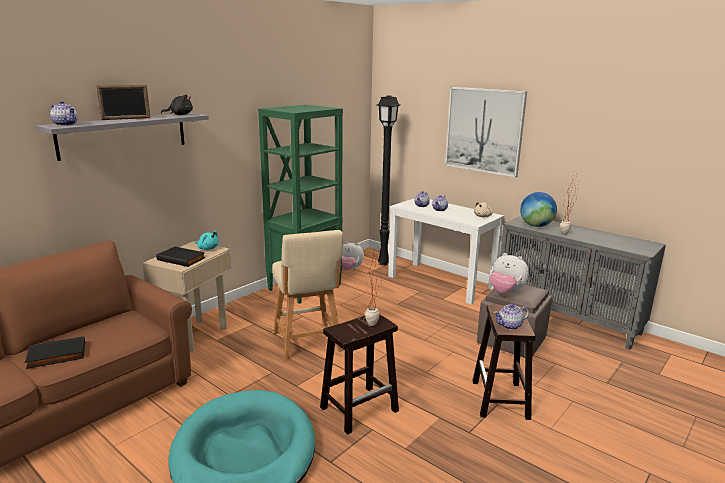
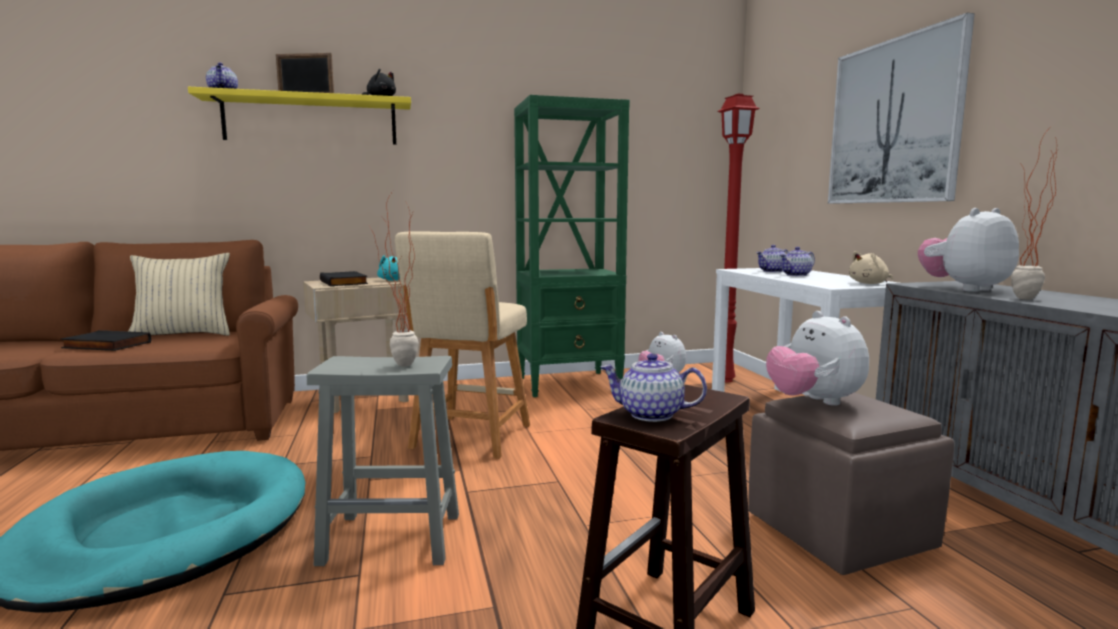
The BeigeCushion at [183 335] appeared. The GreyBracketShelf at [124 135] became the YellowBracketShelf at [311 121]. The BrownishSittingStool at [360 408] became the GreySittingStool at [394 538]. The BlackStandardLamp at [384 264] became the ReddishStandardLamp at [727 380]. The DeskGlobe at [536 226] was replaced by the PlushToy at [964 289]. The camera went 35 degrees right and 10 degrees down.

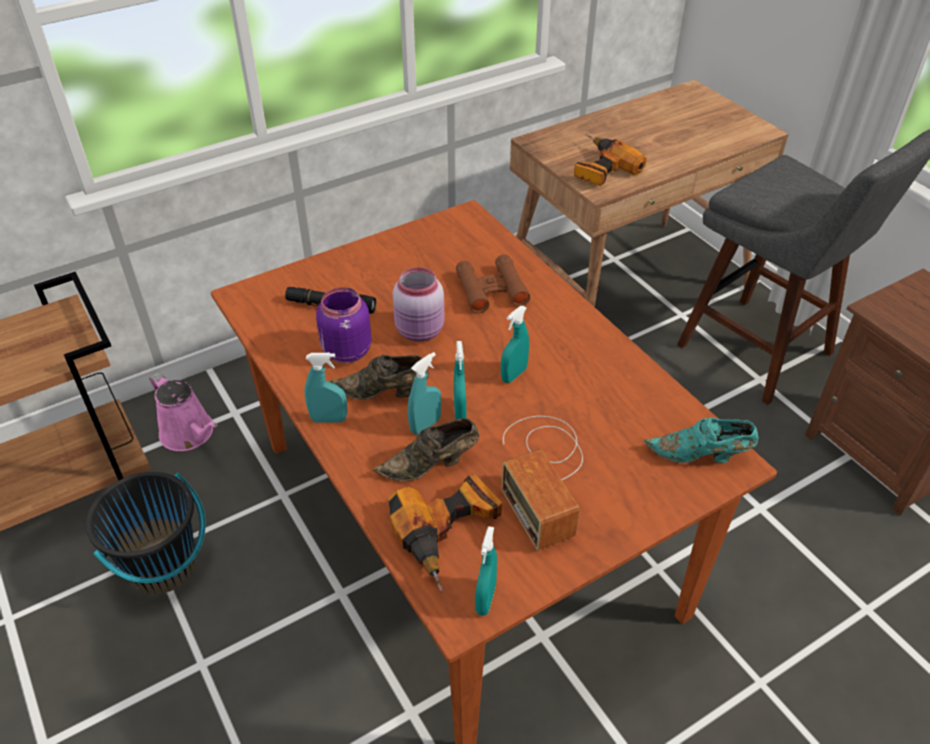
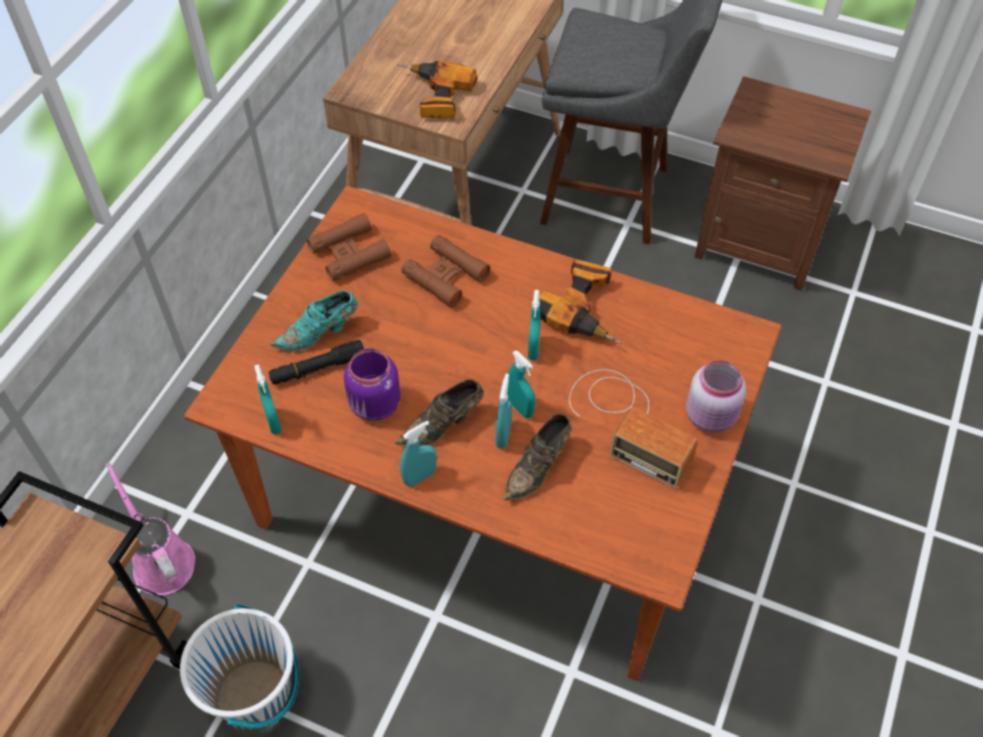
The PinkColouredSprinklingCan at [190 434] turned 135 degrees counterclockwise. The BlackBucket at [163 566] became the WhiteColouredBucket at [255 696]. The TurquoiseColouredSprayBottle moved from [485 599] to [273 422]. The TurquoiseColouredLowShoe moved from [700 456] to [320 334]. The BrownishBinoculars at [349 253] appeared. The Drill moved from [450 532] to [585 308]. The PinkColouredPreserveJar moved from [421 331] to [711 417]. The camera went 35 degrees left and 10 degrees up.

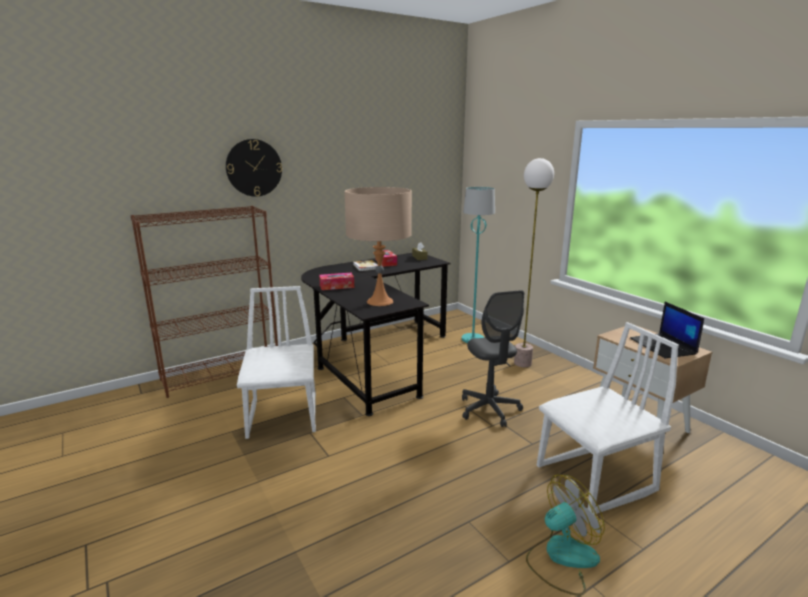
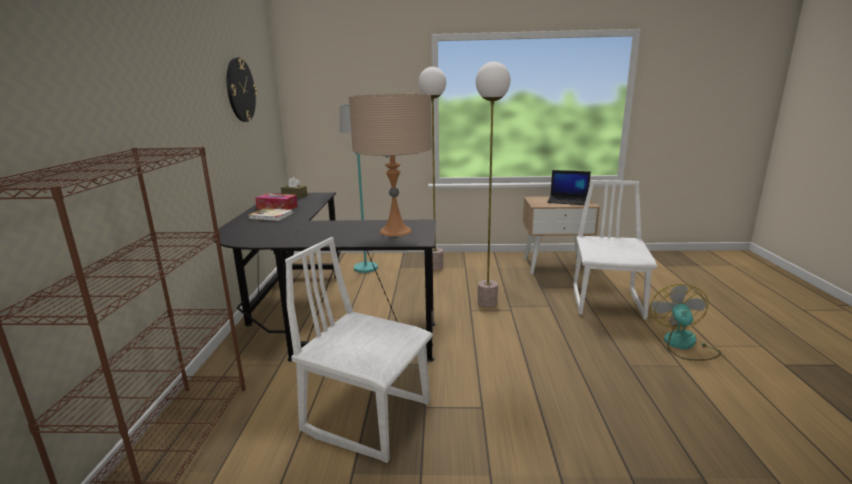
The WallClock moved from [254 168] to [240 90]. The GreyDeskChair at [489 409] was replaced by the StandardLamp at [487 303]. The TissueBox at [337 286] disappeared. The camera went 55 degrees left and 0 degrees up.

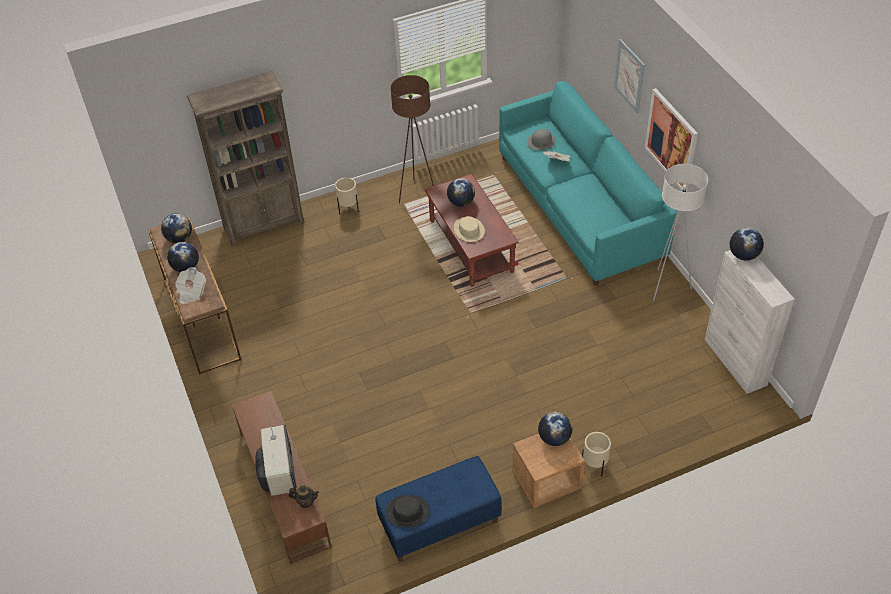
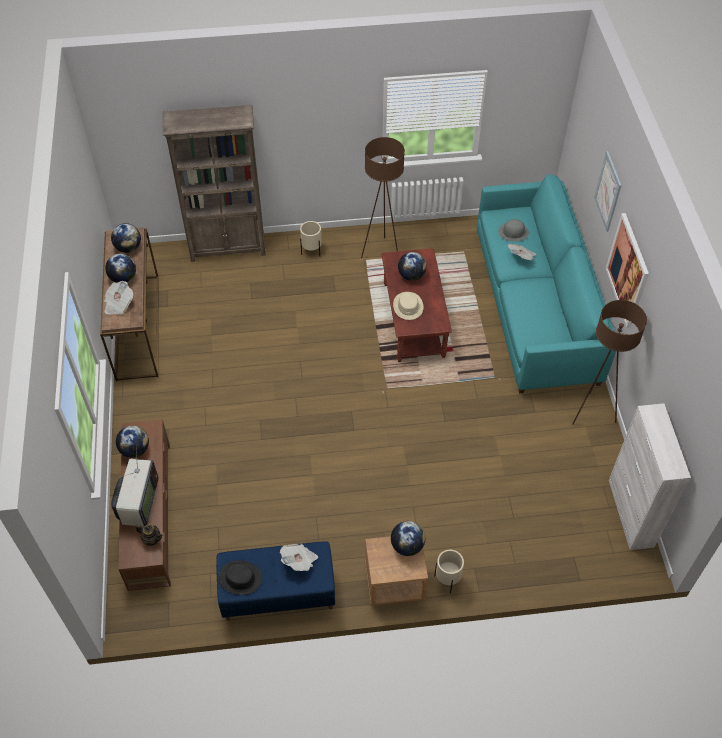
The DeskGlobe moved from [743 255] to [135 450]. The PrintedPaper at [299 561] appeared. The WhiteColouredStandardLamp at [667 286] became the BrownishStandardLamp at [592 413]. The camera went 15 degrees right and 5 degrees up.

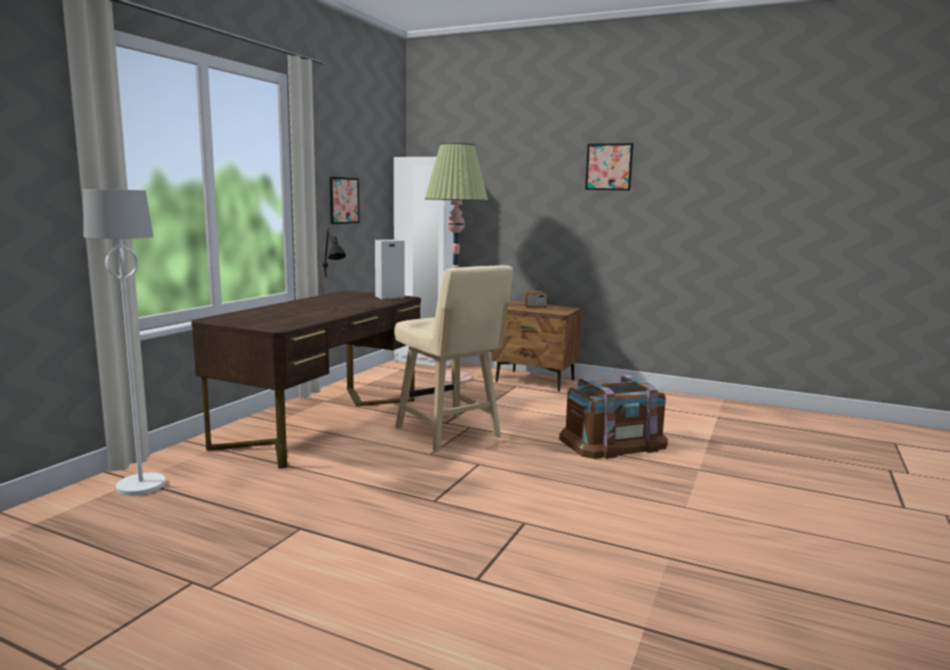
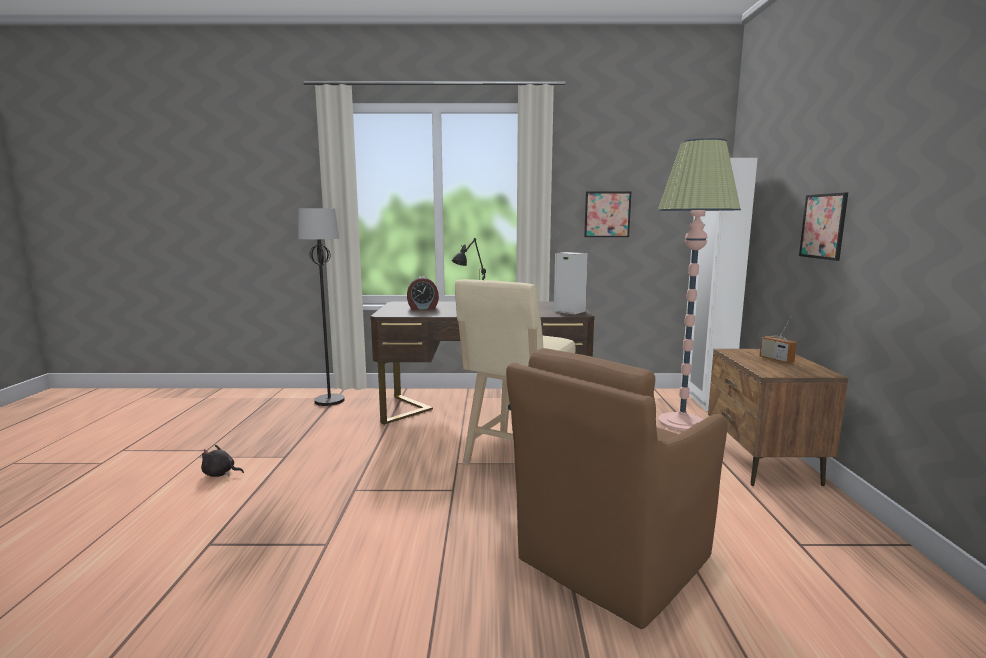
The BlackPlushToy at [220 474] appeared. The WhiteColouredStandardLamp at [140 485] became the BlackStandardLamp at [329 400]. The AlarmClock at [423 308] appeared. The BrownishStorageBin at [613 442] was replaced by the BrownishLoungeChair at [610 561]. The WallPicture moved from [609 167] to [823 226]. The camera went 65 degrees right and 0 degrees up.

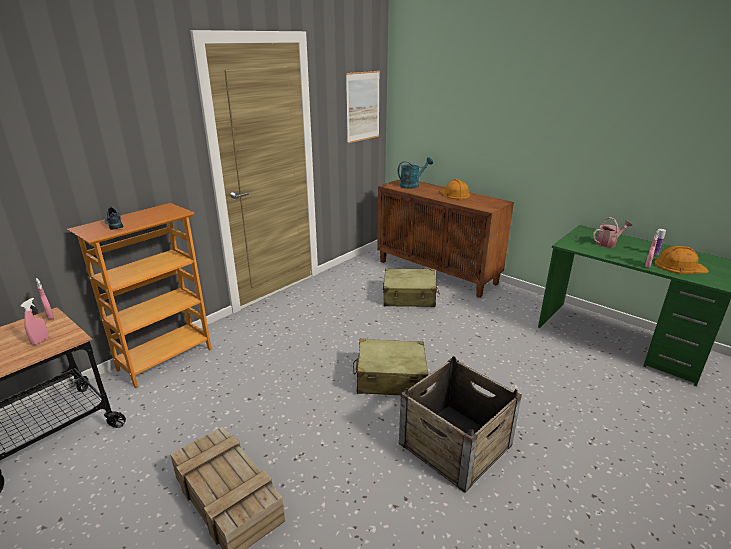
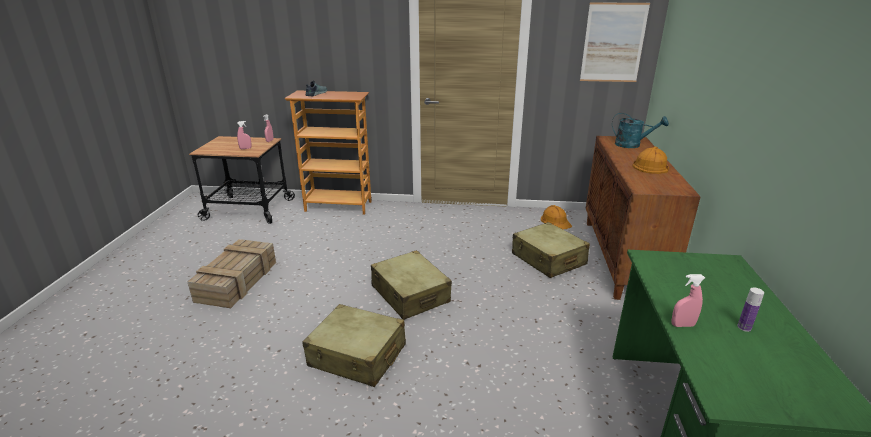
The PackingCrate at [455 443] was replaced by the BeigePieceOfLuggage at [357 356]. The OrangeySafetyHelmet moved from [679 266] to [555 221]. The SprinklingCan at [608 243] disappeared. The camera went 55 degrees right and 0 degrees up.

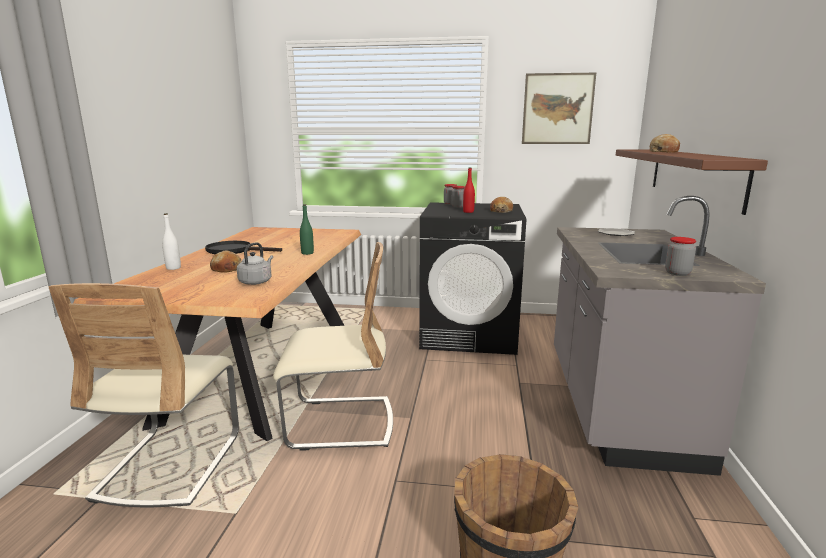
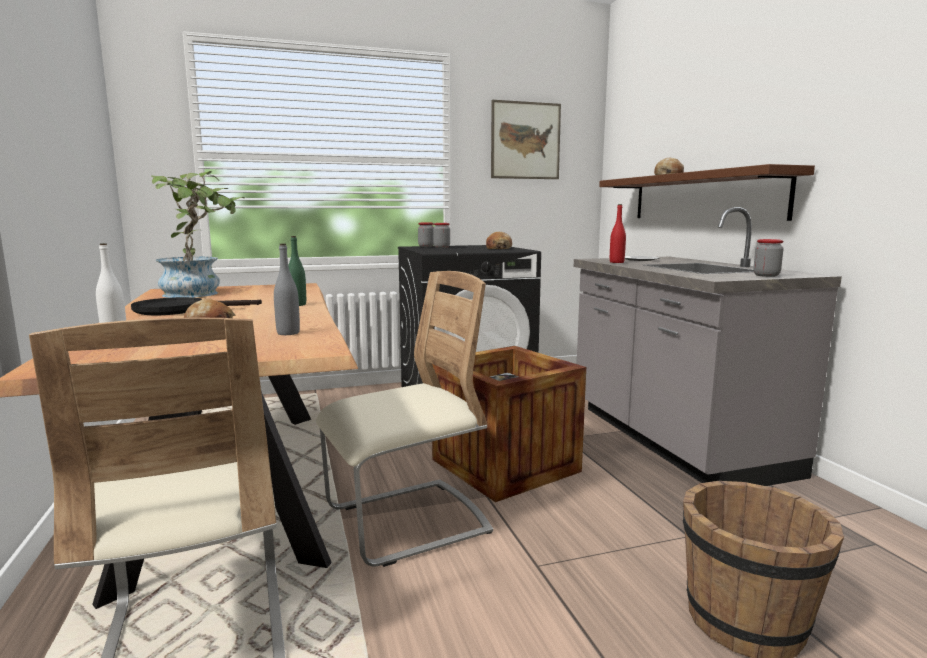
The PottedPlant at [200 293] appeared. The GreyWaterKettle at [256 282] was replaced by the GreyBeverageBottle at [288 333]. The PackingCrate at [505 465] appeared. The ReddishBeverageBottle moved from [468 212] to [616 262]. The camera went 25 degrees left and 5 degrees down.

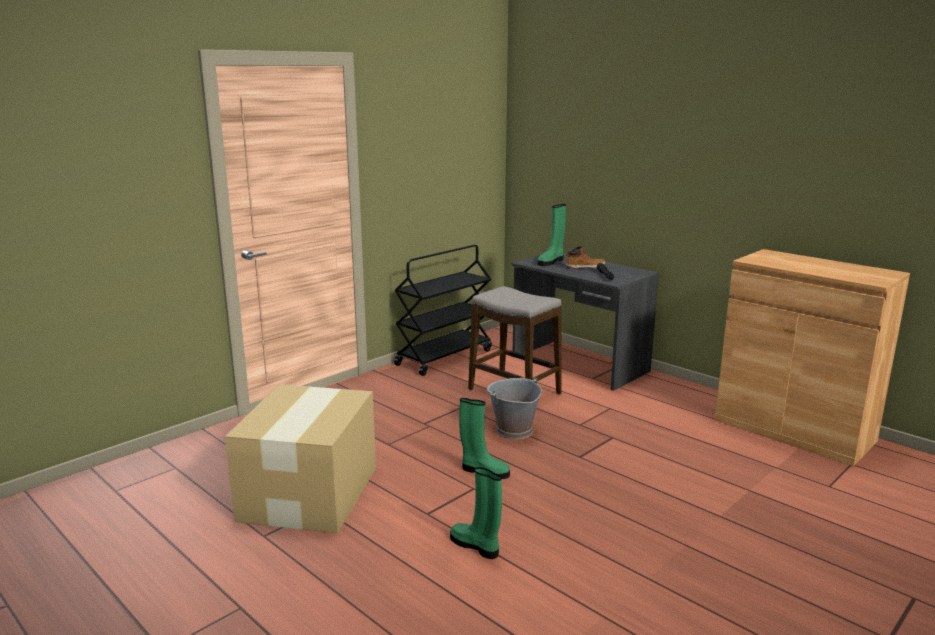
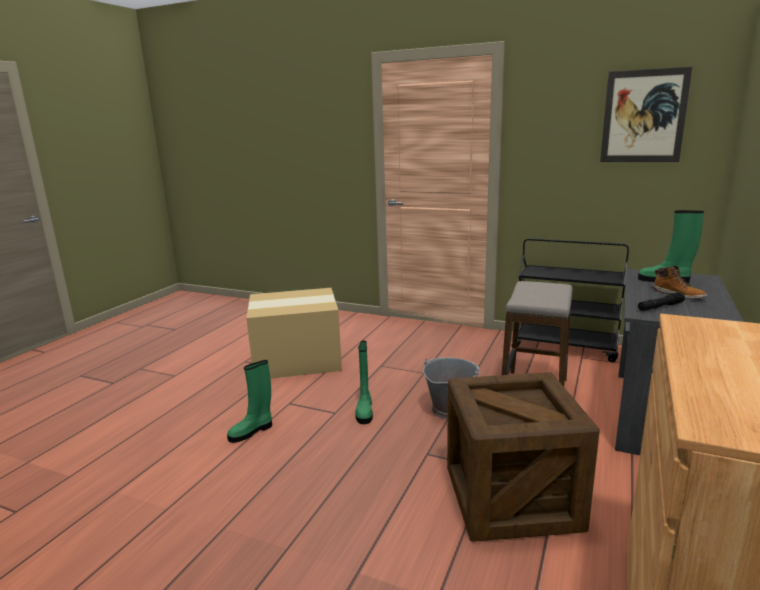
The GreenishHighTopBoot at [476 546] turned 150 degrees counterclockwise. The PackingCrate at [511 498] appeared. The WallPicture at [643 116] appeared. The camera went 70 degrees right and 0 degrees up.

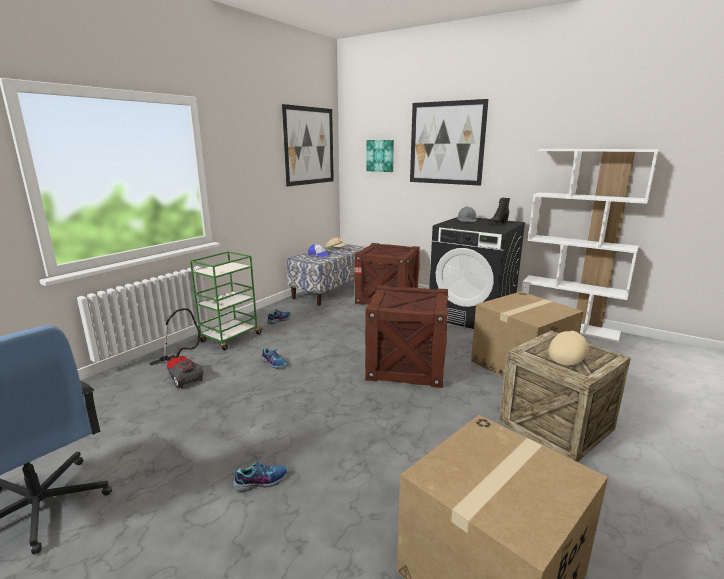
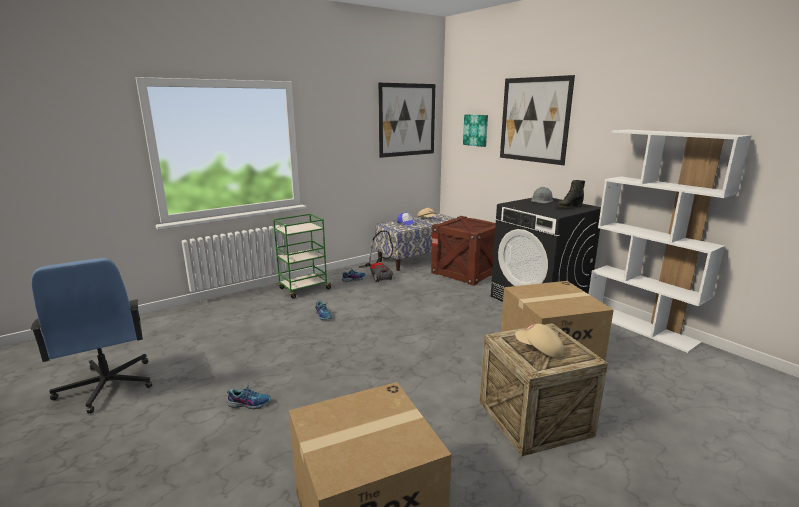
The VacuumCleaner moved from [182 374] to [379 275]. The BeigePeakedCap at [567 356] turned 120 degrees counterclockwise. The PackingCrate at [407 365] disappeared. The camera went 20 degrees right and 0 degrees up.

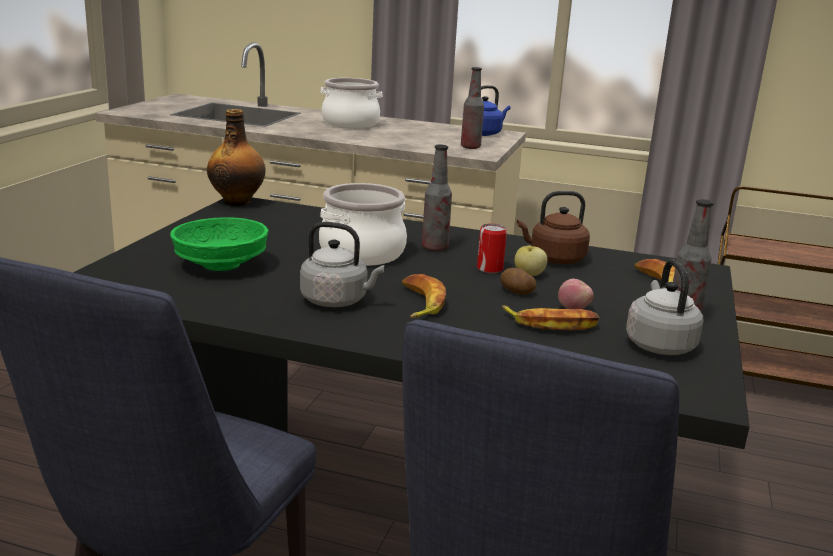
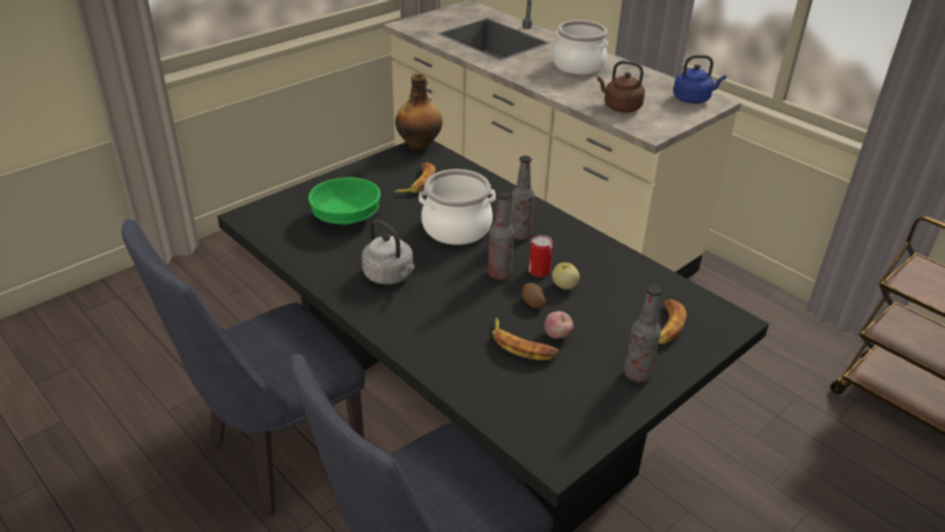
The BananaFruit moved from [418 303] to [417 182]. The BeverageBottle moved from [470 147] to [499 274]. The BrownishWaterKettle moved from [554 259] to [620 107]. The GreyWaterKettle at [659 344] disappeared. The camera went 30 degrees right and 15 degrees up.

